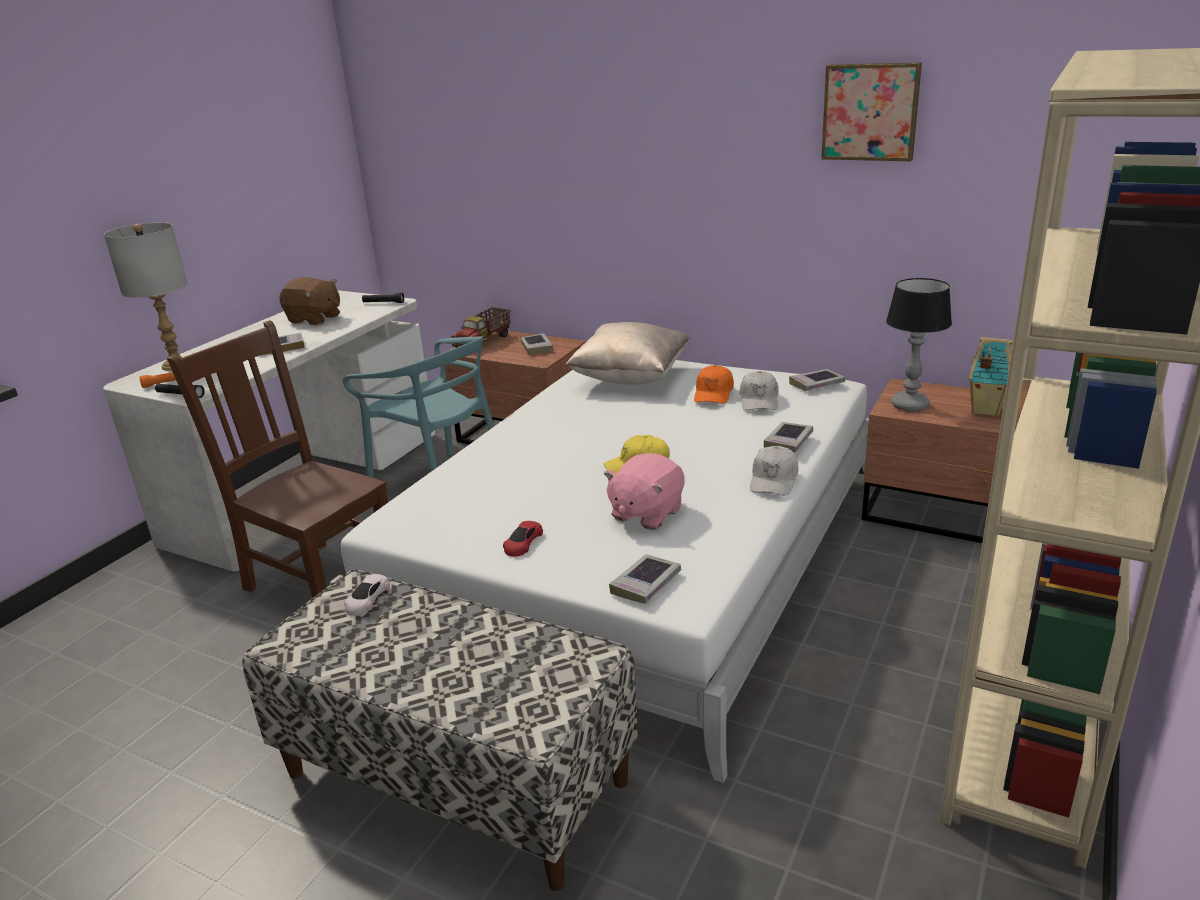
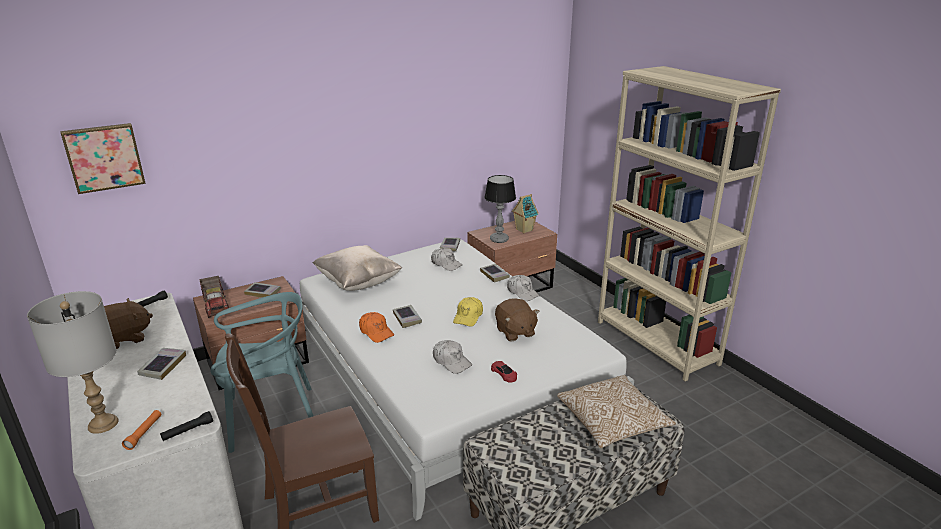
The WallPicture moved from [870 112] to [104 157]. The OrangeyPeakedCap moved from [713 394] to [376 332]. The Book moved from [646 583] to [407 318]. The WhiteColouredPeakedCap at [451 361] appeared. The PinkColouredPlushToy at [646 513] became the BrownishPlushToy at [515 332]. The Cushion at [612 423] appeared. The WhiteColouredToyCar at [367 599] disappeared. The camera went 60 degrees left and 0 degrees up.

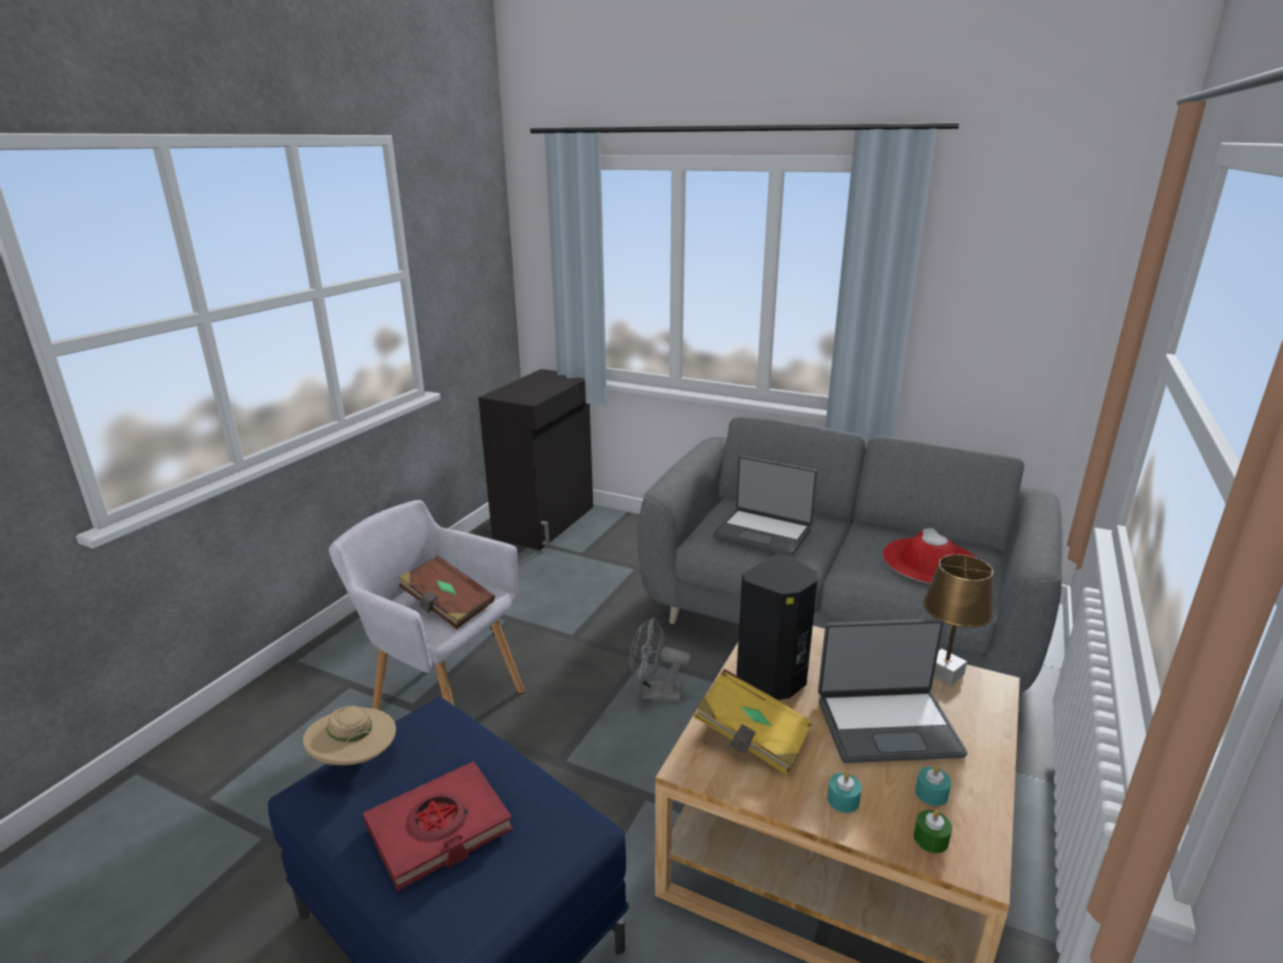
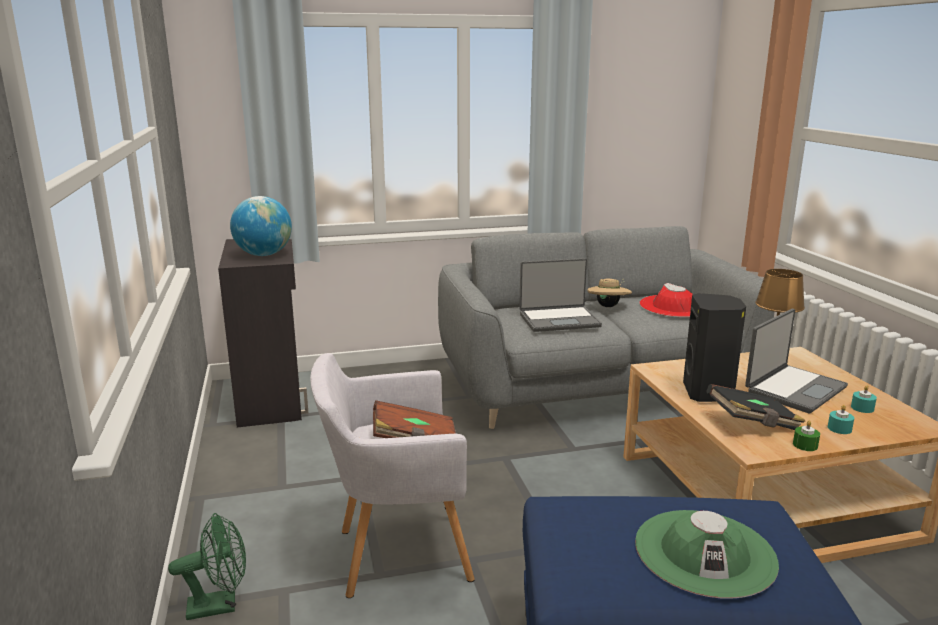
The GreenishElectricFan at [220 605] appeared. The DeskGlobe at [263 255] appeared. The BeigeHat moved from [356 760] to [608 306]. The ReddishBook at [439 829] was replaced by the GreenishHat at [705 552]. The YellowBook at [752 738] became the BlackBook at [753 423]. The GreenishCandle moved from [931 839] to [805 445]. The GreyElectricFan at [654 693] disappeared. The camera went 40 degrees left and 5 degrees down.

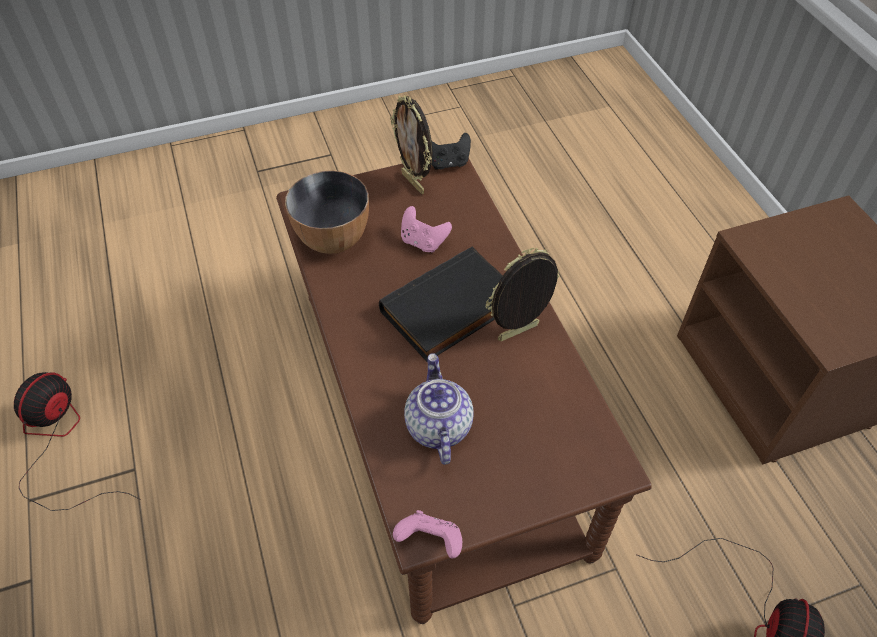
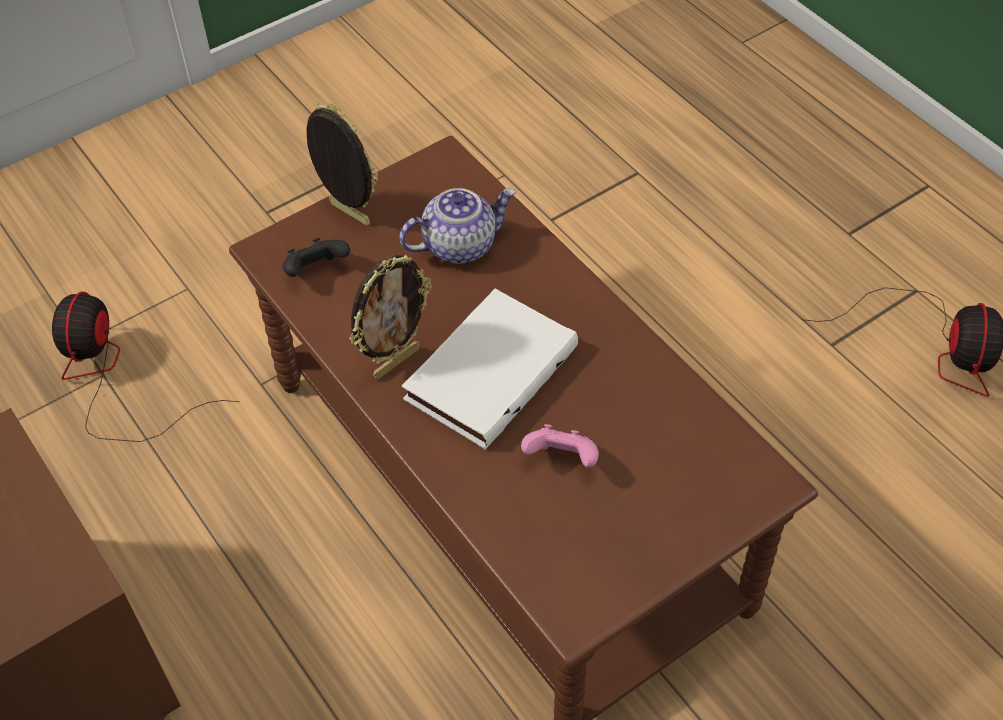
The BlackJoypad moved from [448 163] to [316 271]. The PhotoFrame moved from [414 183] to [348 215]. The PotForTea at [437 426] turned 90 degrees counterclockwise. The BlackBook at [451 310] became the WhiteColouredBook at [488 371]. The DeepDish at [333 238] disappeared. The PinkColouredJoypad at [430 541] disappeared. The camera went 165 degrees right and 0 degrees up.

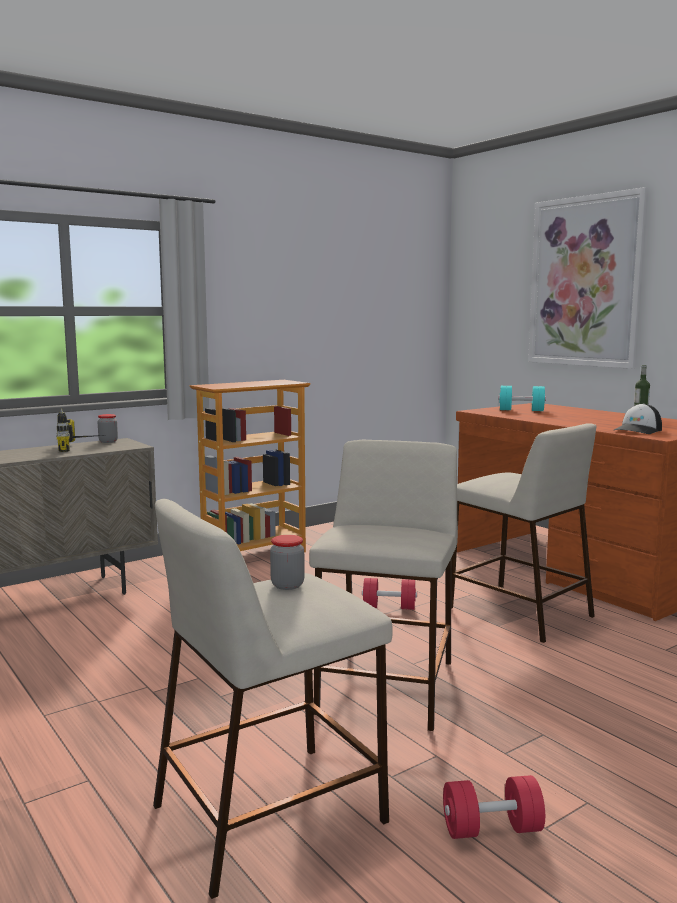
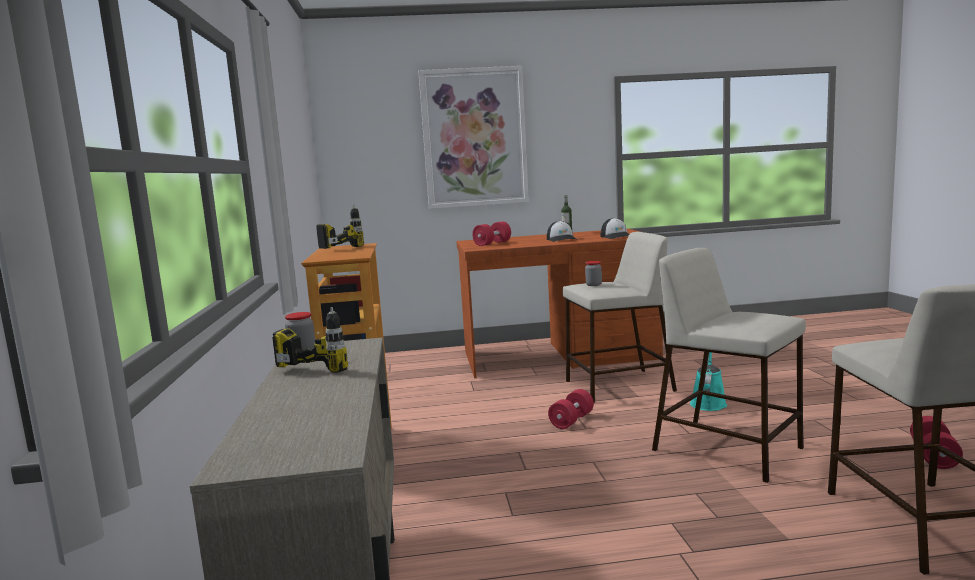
The Drill at [334 248] appeared. The TurquoiseColouredDumbbell at [521 410] became the ReddishDumbbell at [492 243]. The PeakedCap at [562 239] appeared. The PreserveJar moved from [287 585] to [593 285]. The TurquoiseColouredSprinklingCan at [708 403] appeared. The camera went 60 degrees left and 0 degrees up.

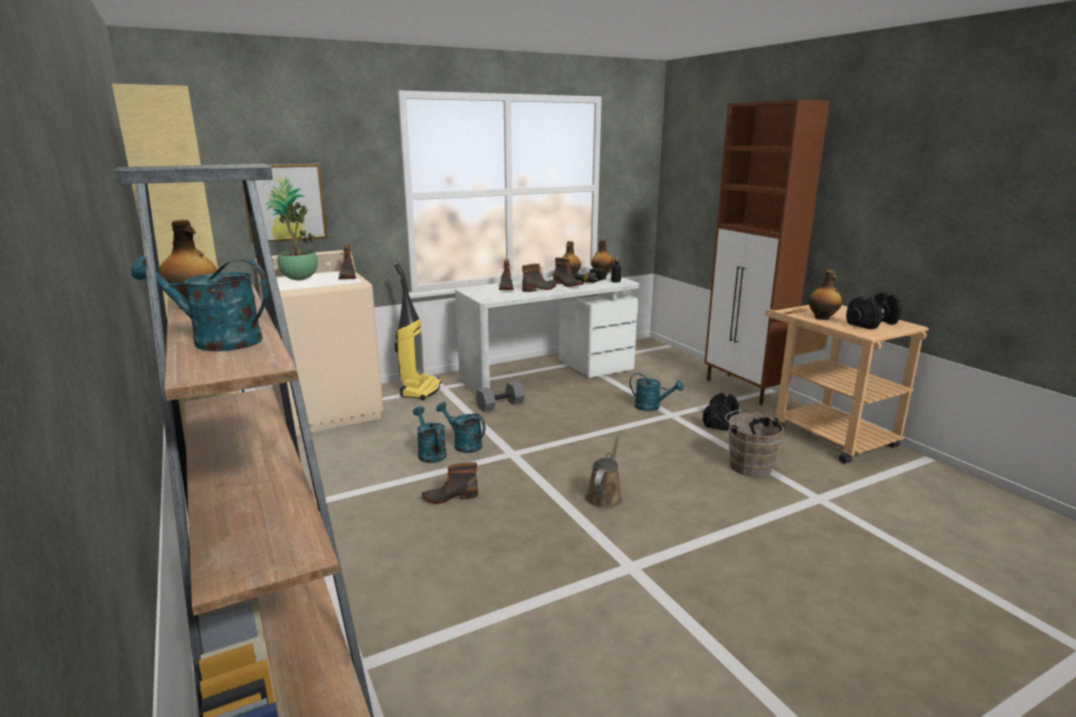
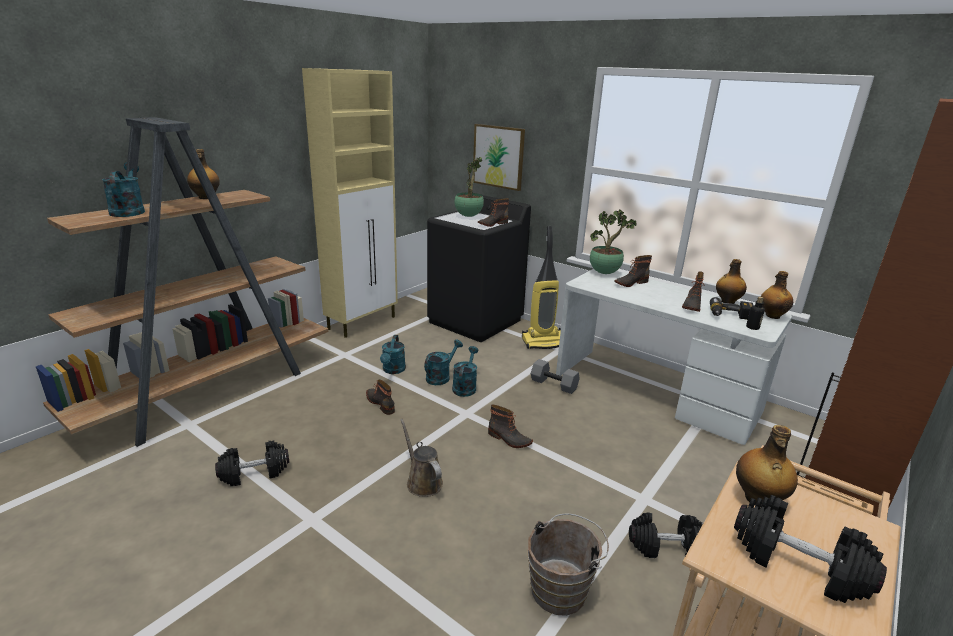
The BlackDumbbell at [255 473] appeared. The TurquoiseColouredSprinklingCan moved from [652 407] to [393 370]. The BrownishSprinklingCan at [604 496] turned 120 degrees counterclockwise. The BeigeLaundryMachine at [329 410] became the BlackLaundryMachine at [475 321]. The HighTopBoot moved from [540 289] to [509 439]. The PottedPlant at [605 273] appeared. The camera went 65 degrees right and 5 degrees up.

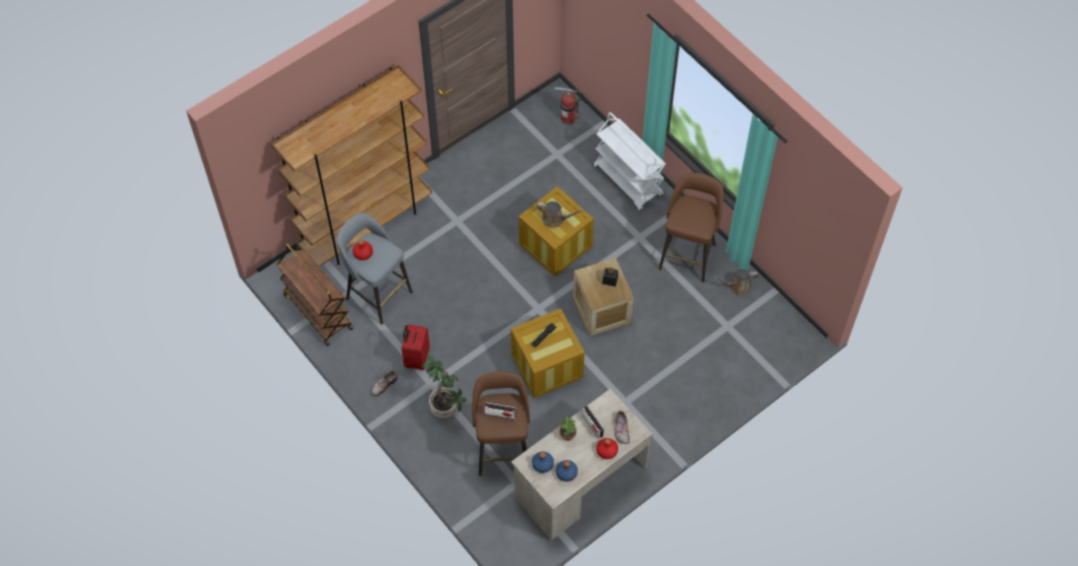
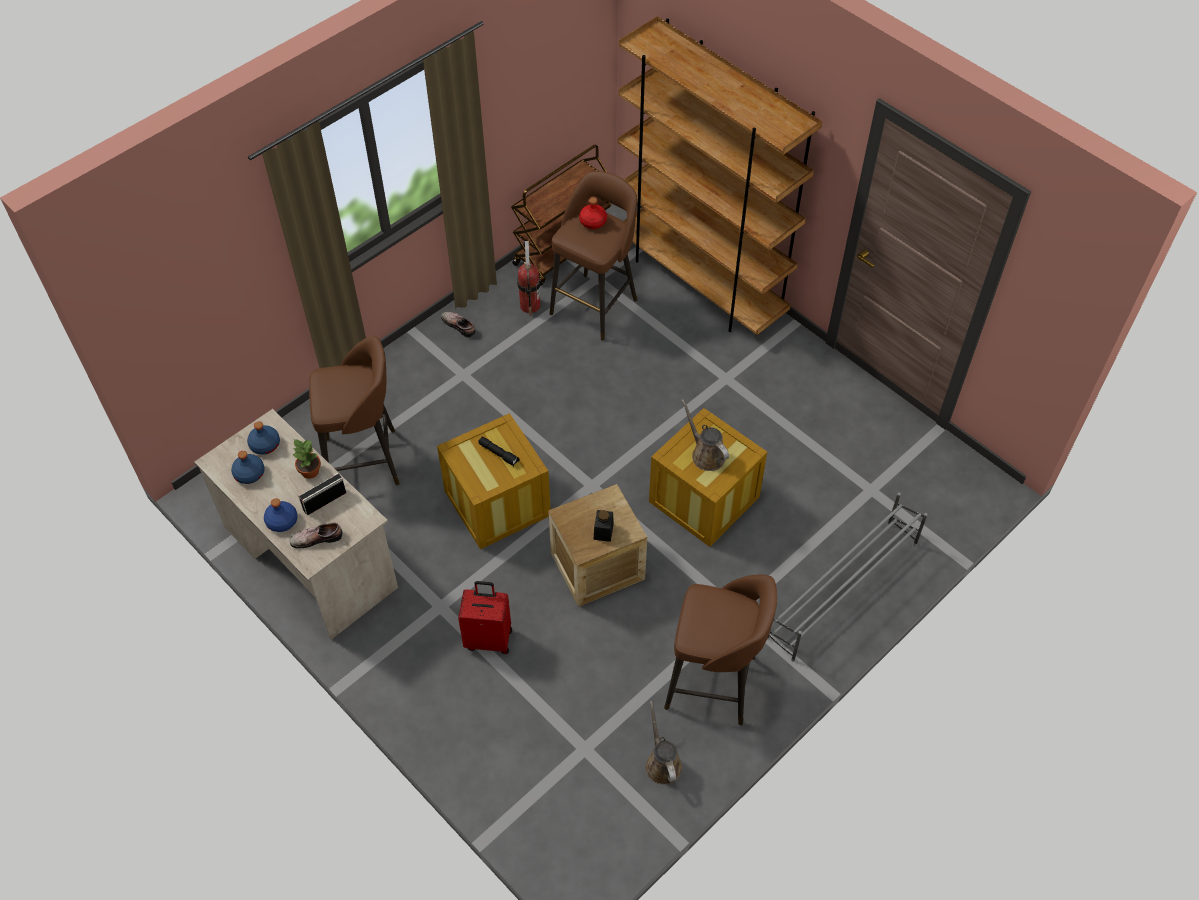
The ReddishBeverageBottle at [607 451] became the BlueBeverageBottle at [282 521]. The ReddishPieceOfLuggage moved from [416 358] to [489 638]. The FireFightingCylinder moved from [568 118] to [530 305]. The GreySittingStool at [377 294] became the BrownishSittingStool at [595 305]. The BrownishSprinklingCan at [555 219] turned 135 degrees clockwise. The WhiteColouredTrolley at [628 181] was replaced by the GreyShoeRack at [841 590]. The PottedPlant at [445 406] disappeared. The RadioSet at [500 414] disappeared. The camera went 85 degrees right and 5 degrees down.

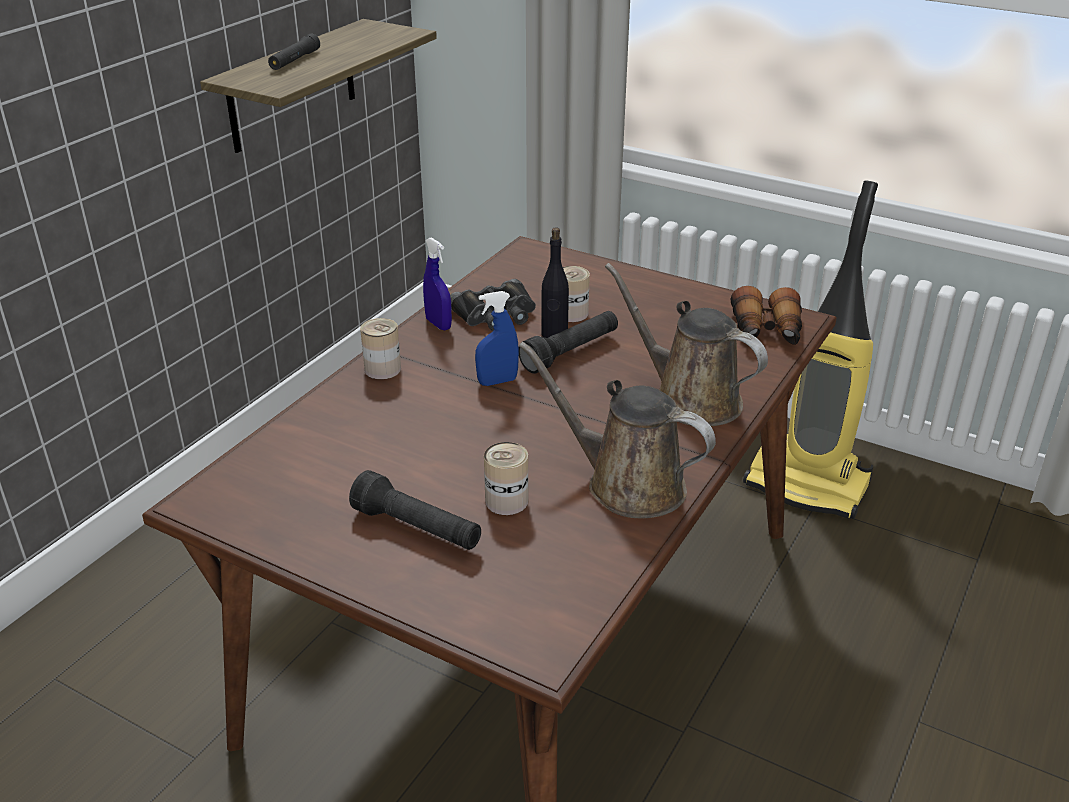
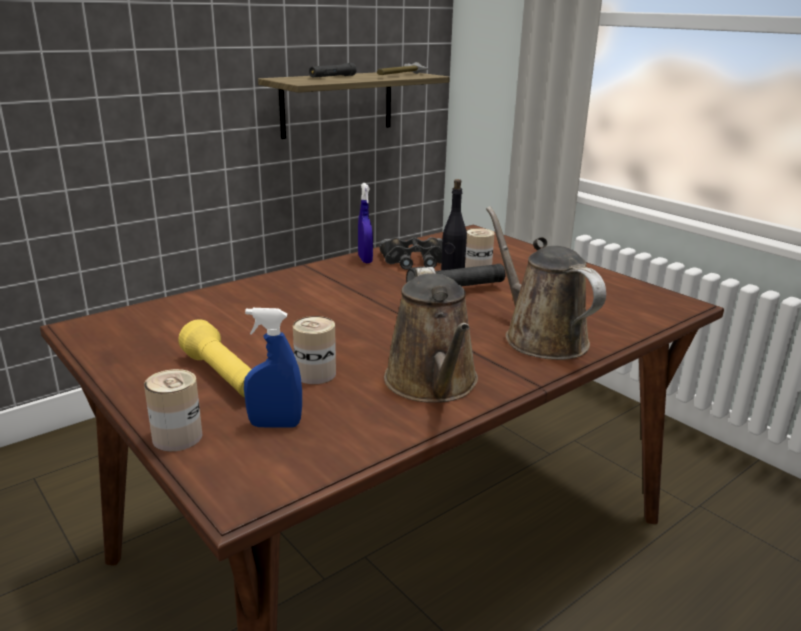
The MetalCan moved from [382 369] to [177 437]. The BlackFlashlight at [417 529] became the YellowFlashlight at [223 377]. The BlueSprayBottle moved from [497 381] to [275 425]. The HandHammer at [400 75] appeared. The BrownishSprinklingCan at [626 484] turned 150 degrees counterclockwise. The Binoculars at [766 332] disappeared. The VacuumCleaner at [808 485] disappeared. The camera went 20 degrees right and 10 degrees down.

